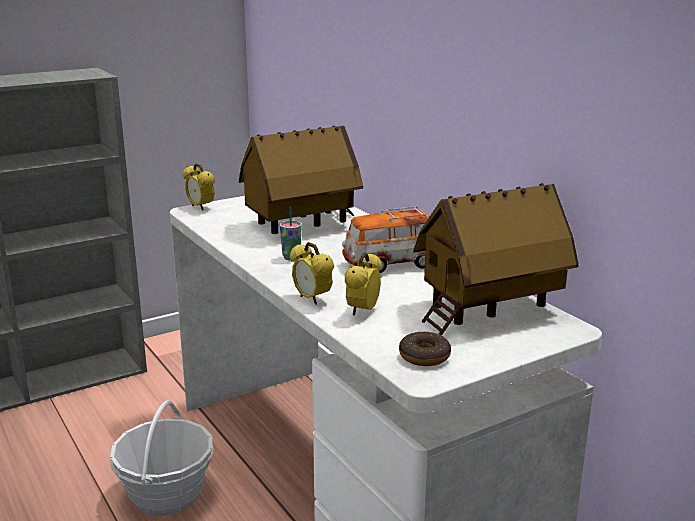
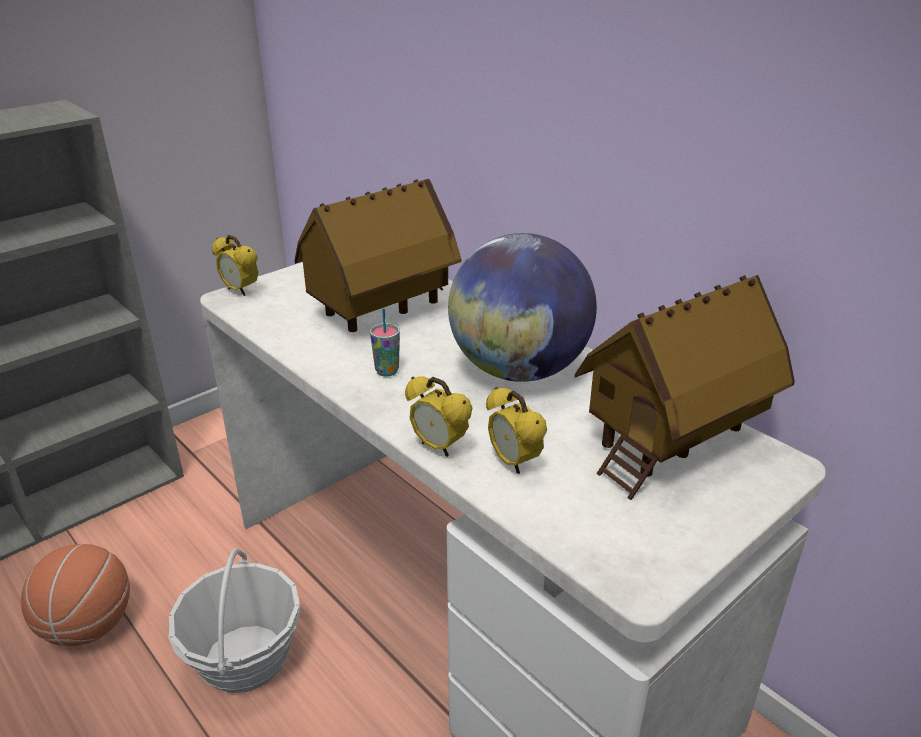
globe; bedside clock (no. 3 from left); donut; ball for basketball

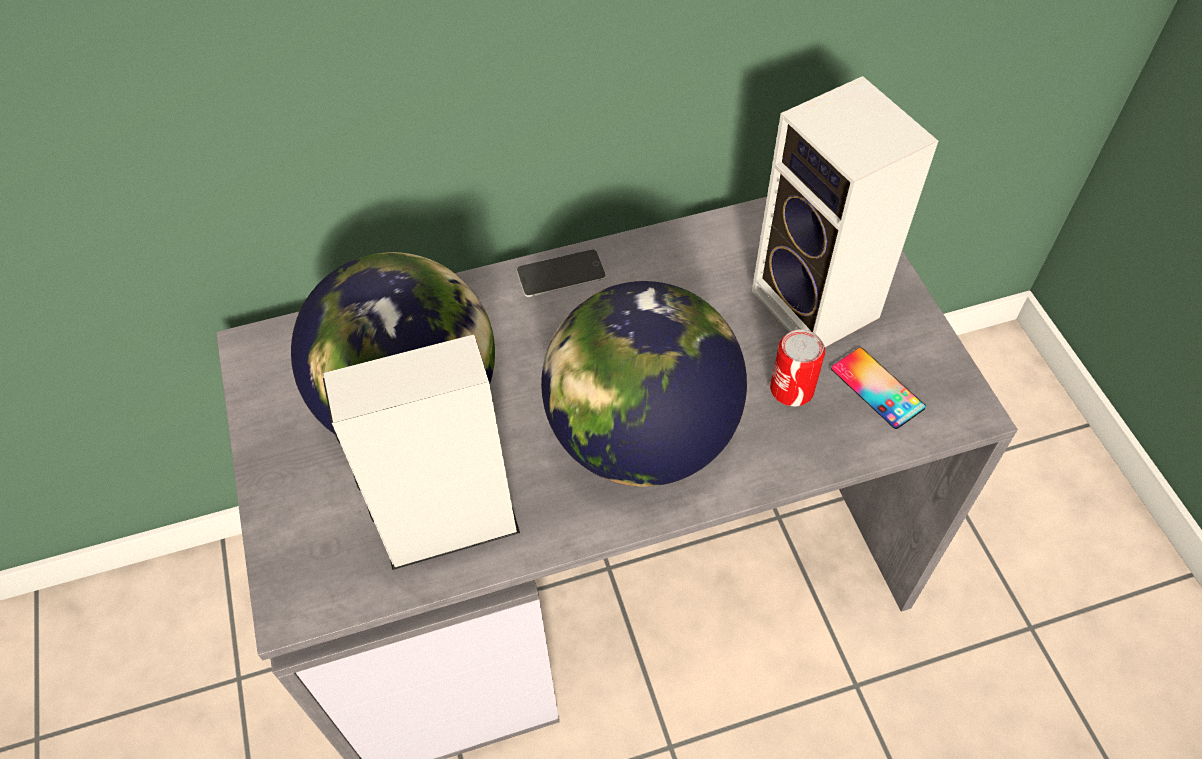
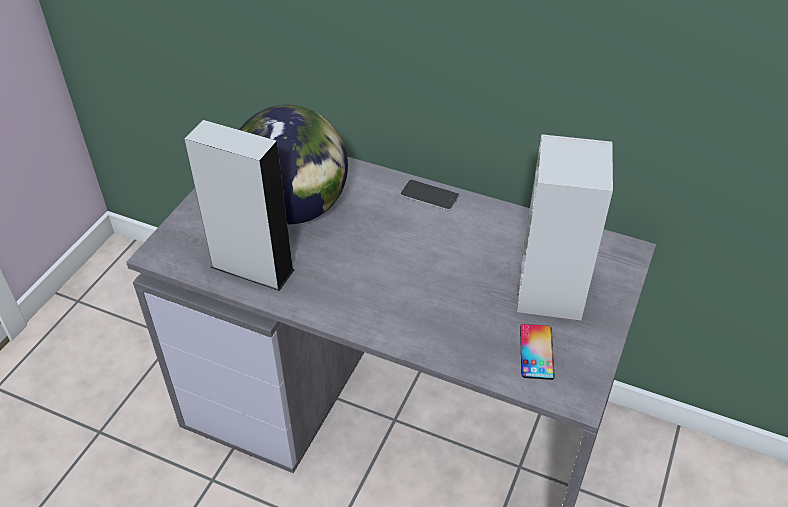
globe (no. 2 from left in the first image); can

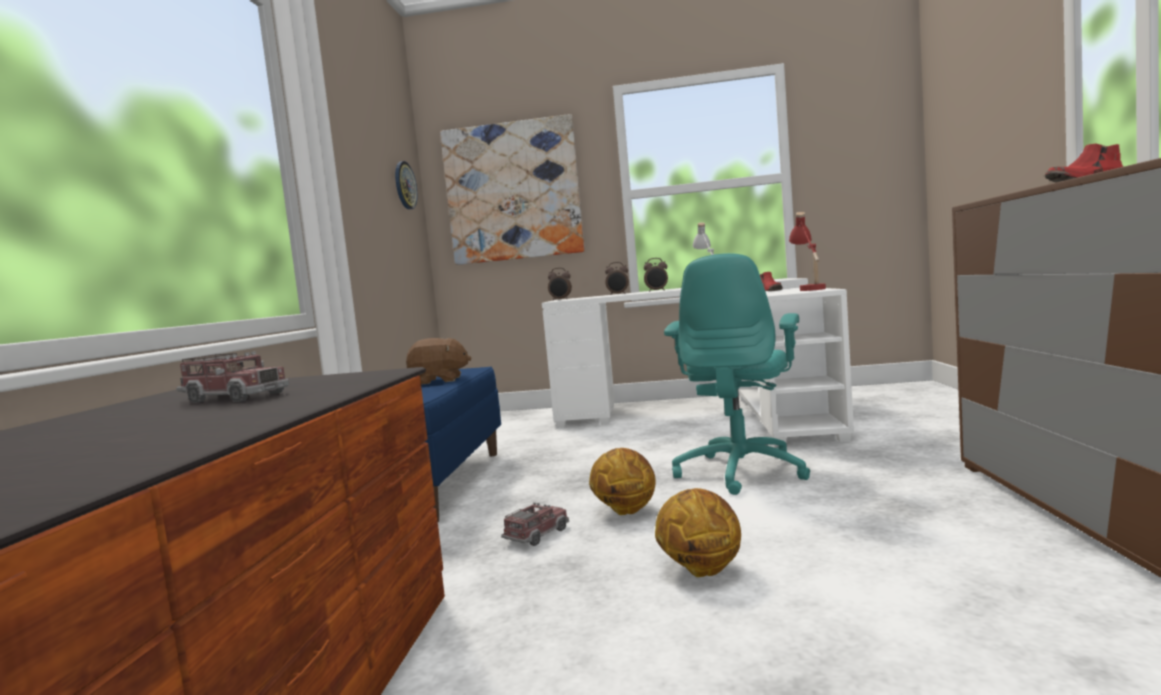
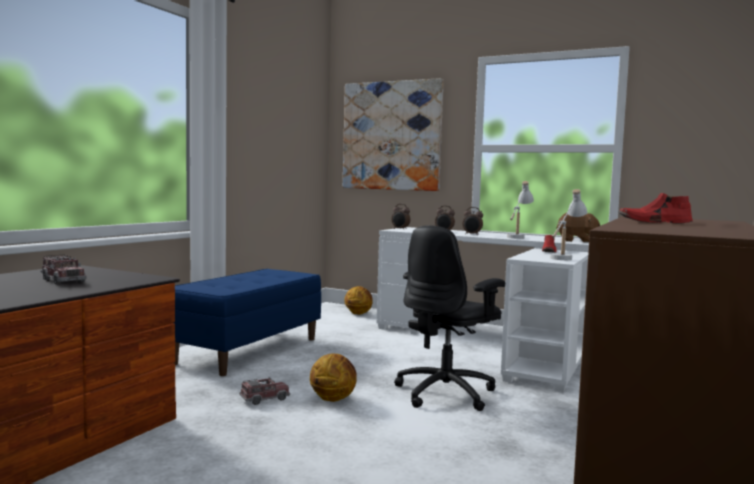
wall clock; table lamp (white-coloured) (no. 2 from left); computer chair (black-coloured); plush toy (brownish); ball for basketball (no. 2 from left)

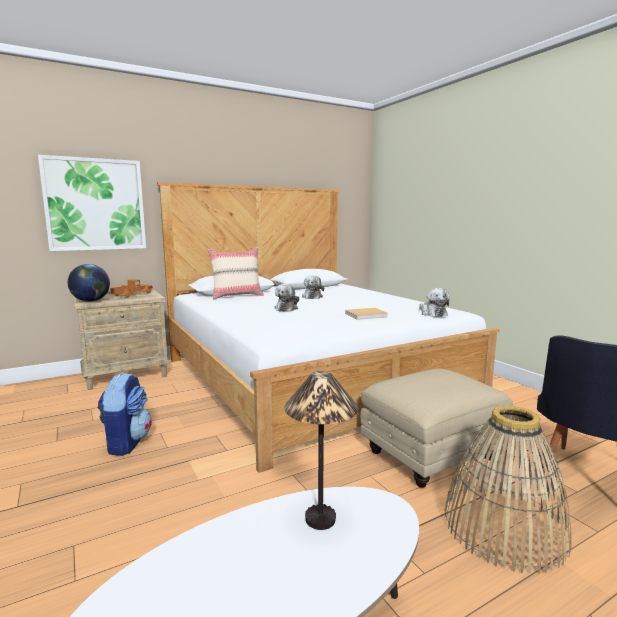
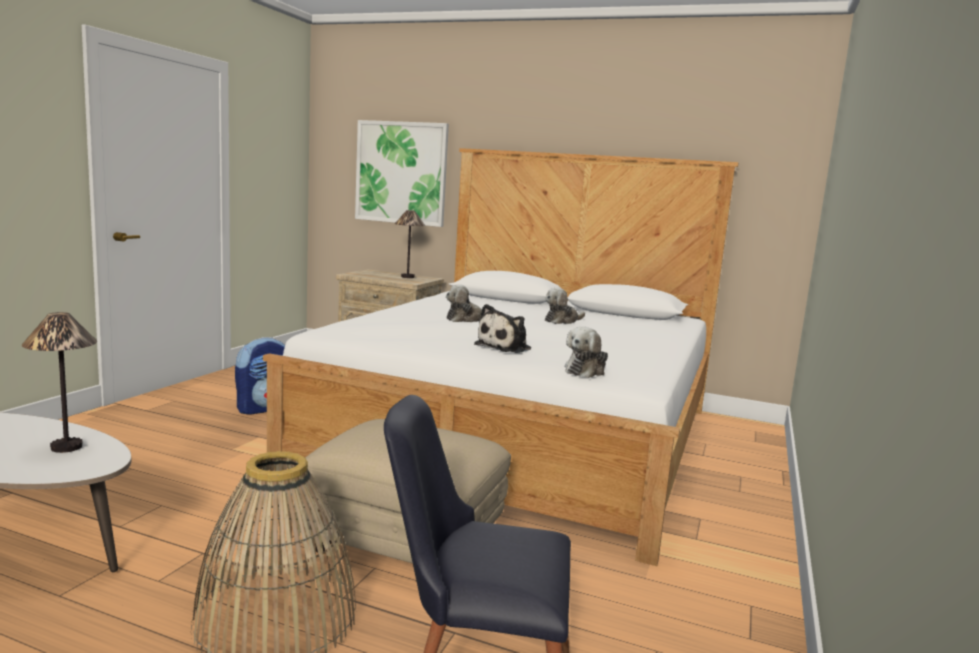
cushion (beige); globe; table lamp (no. 2 from left); plush toy (no. 2 from left)

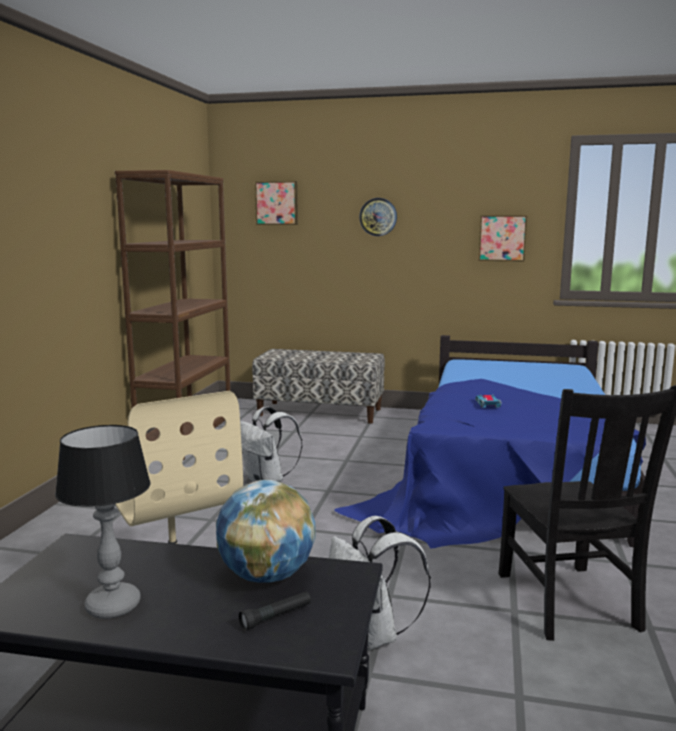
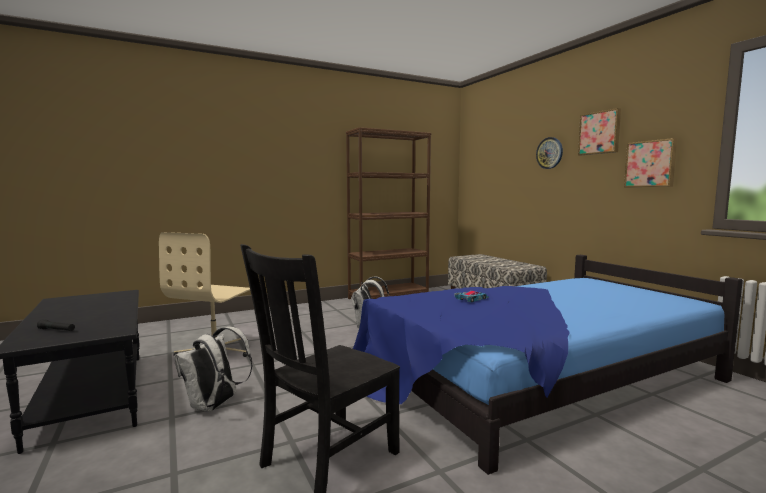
wall art (no. 1 from left); table lamp; globe

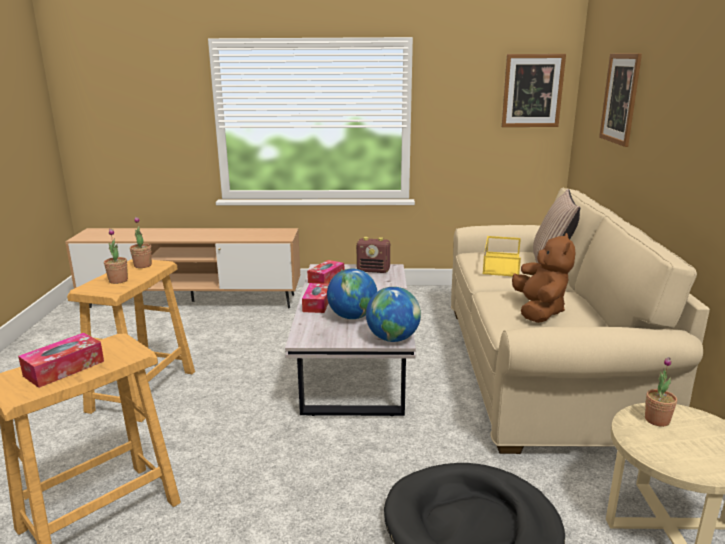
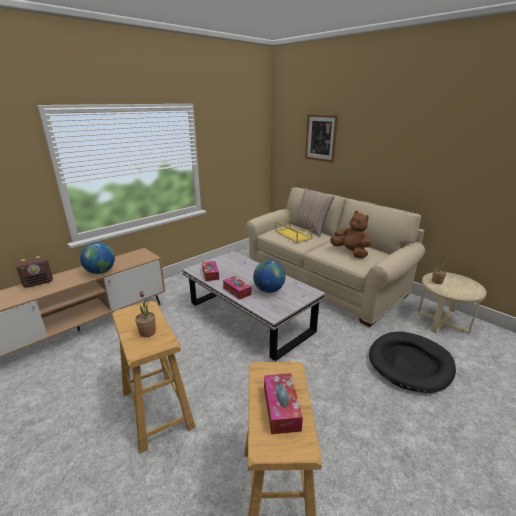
wall art (no. 1 from left in the first image); houseplant (no. 2 from left in the first image); radio; globe (no. 1 from left)

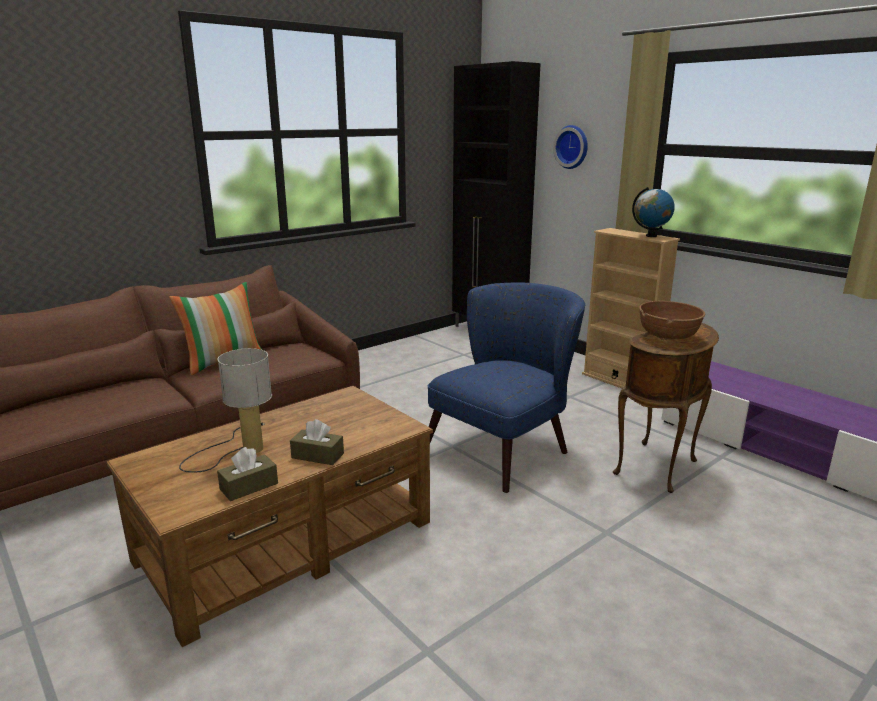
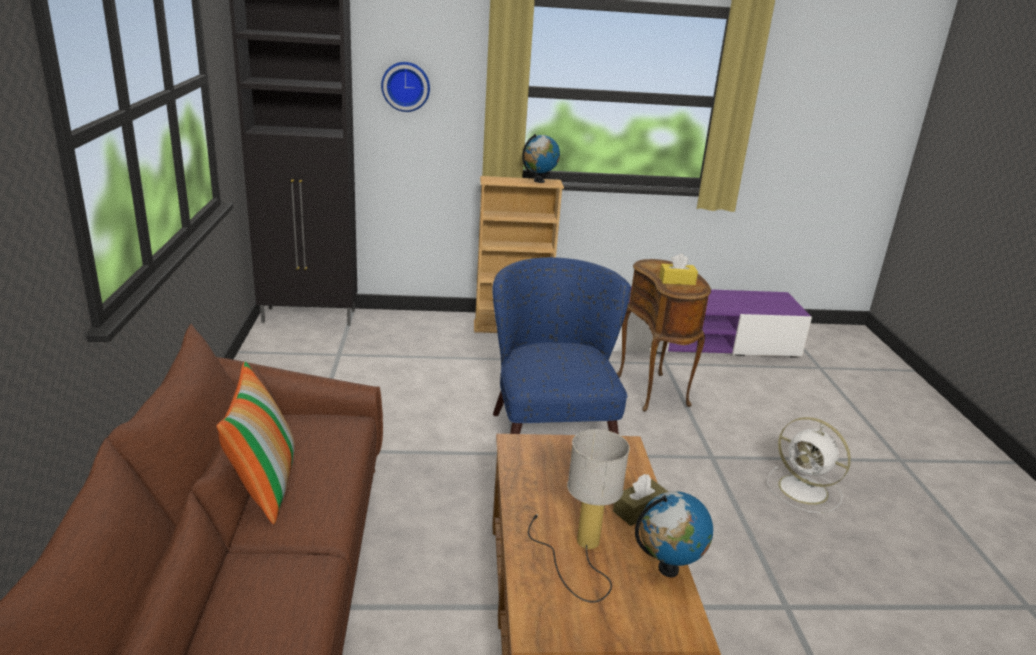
tissue holder (yellowish); globe (no. 2 from left); fan (white-coloured)

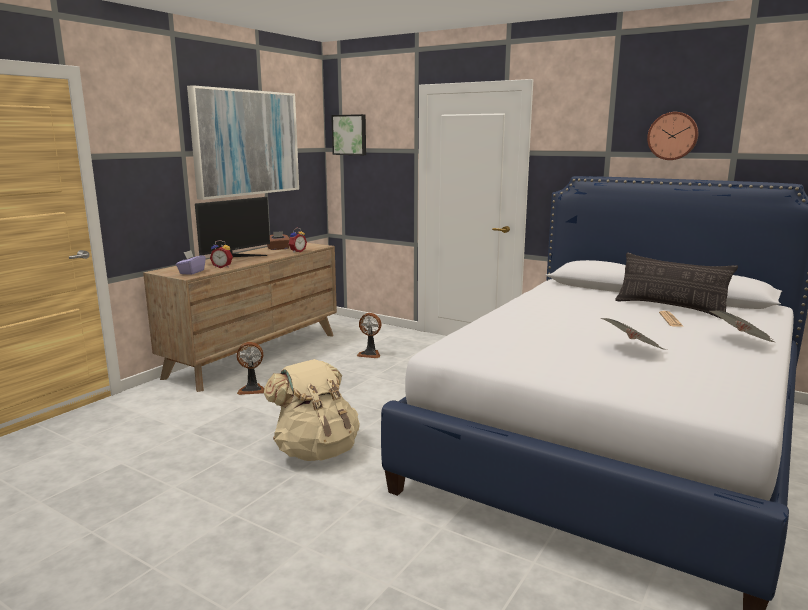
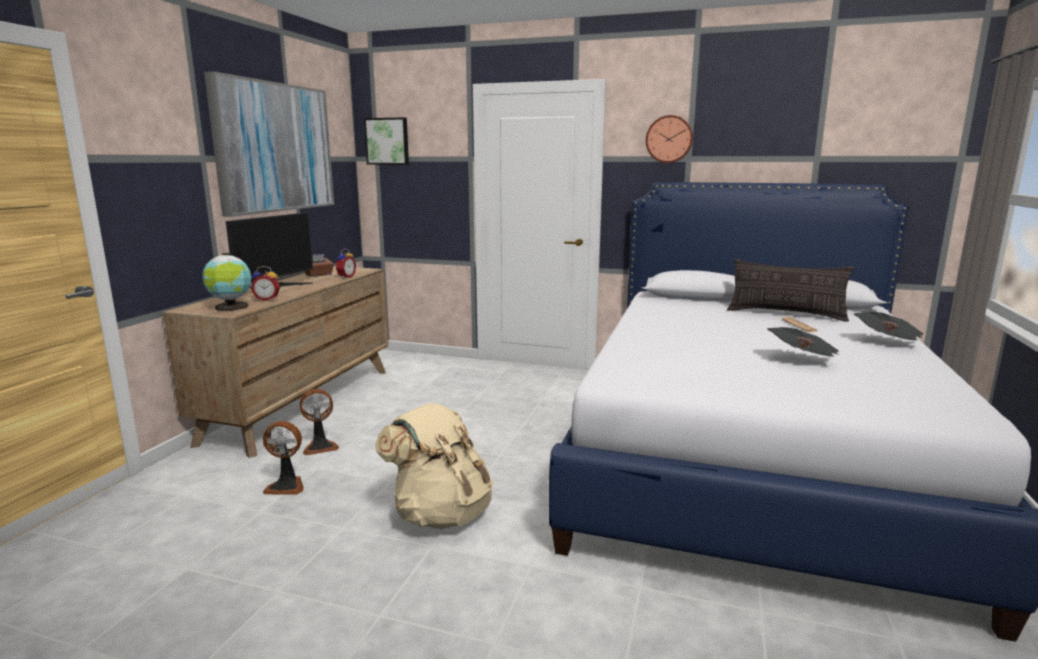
wall clock; globe; fan (no. 1 from left)

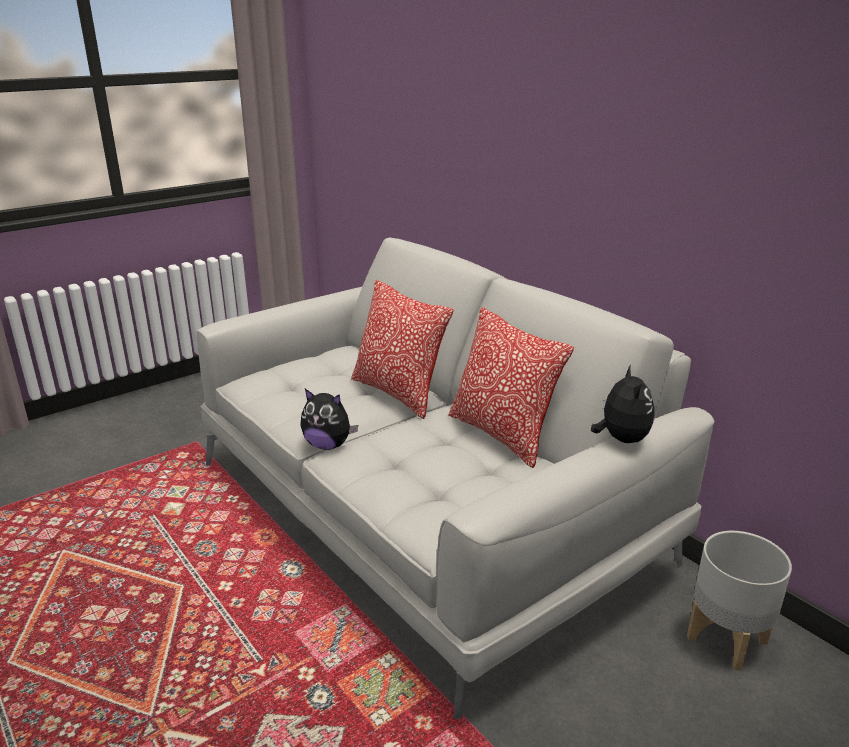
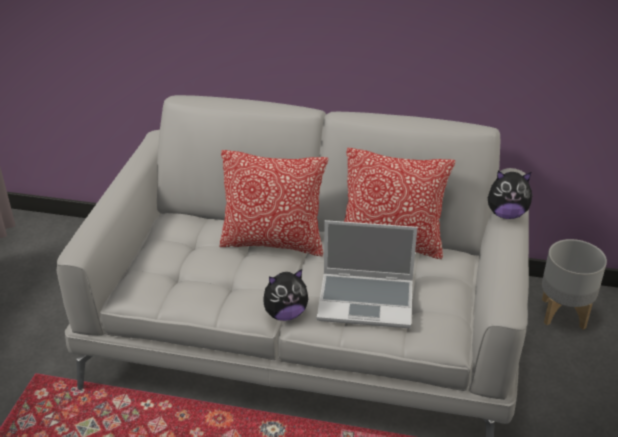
plush toy (no. 2 from left); portable computer

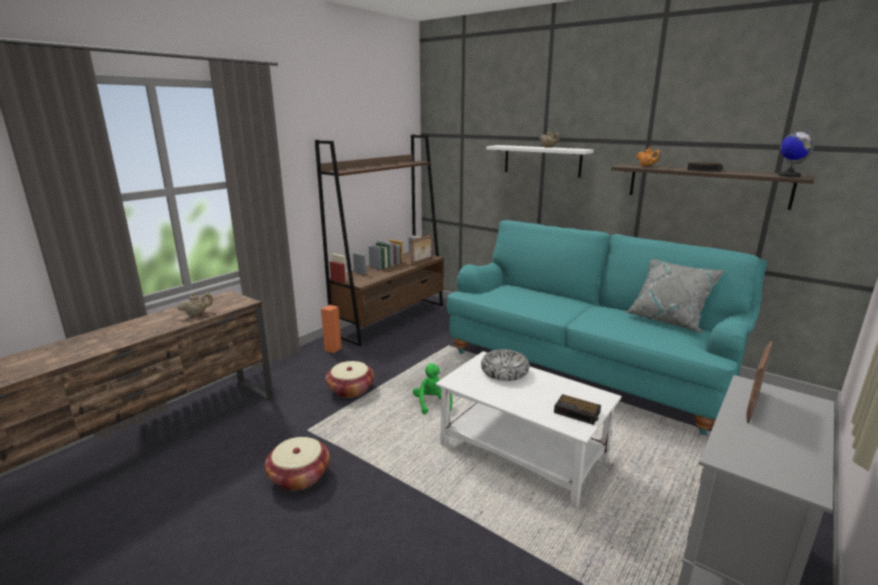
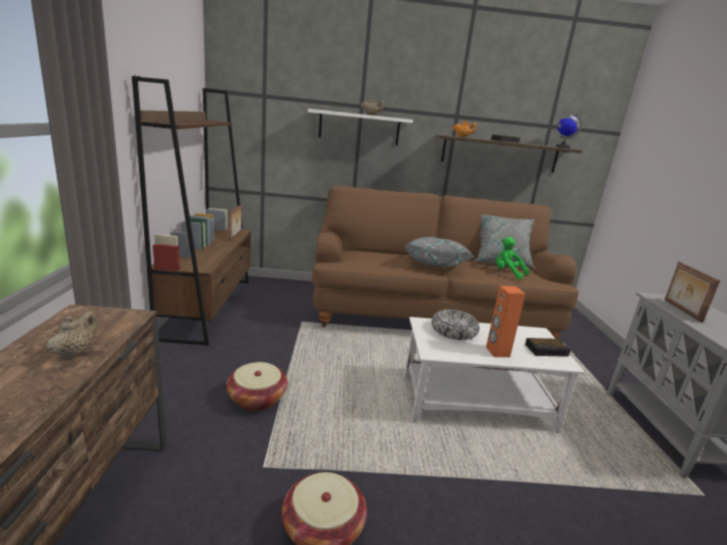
couch (brownish); audio speaker (orange-coloured); plush toy (greenish); cushion (gray) (no. 1 from left)

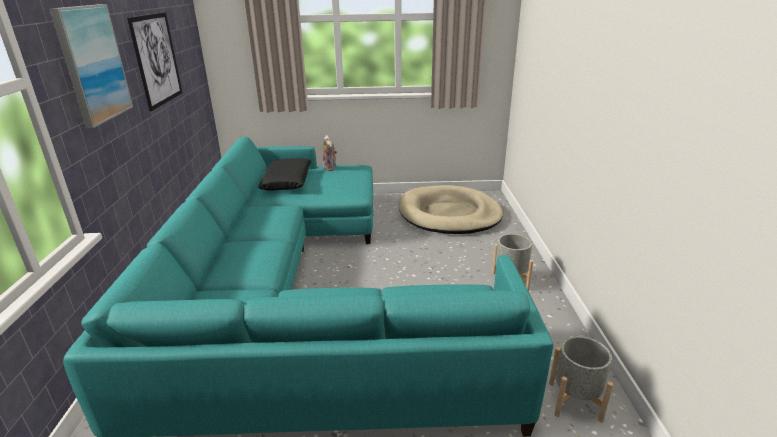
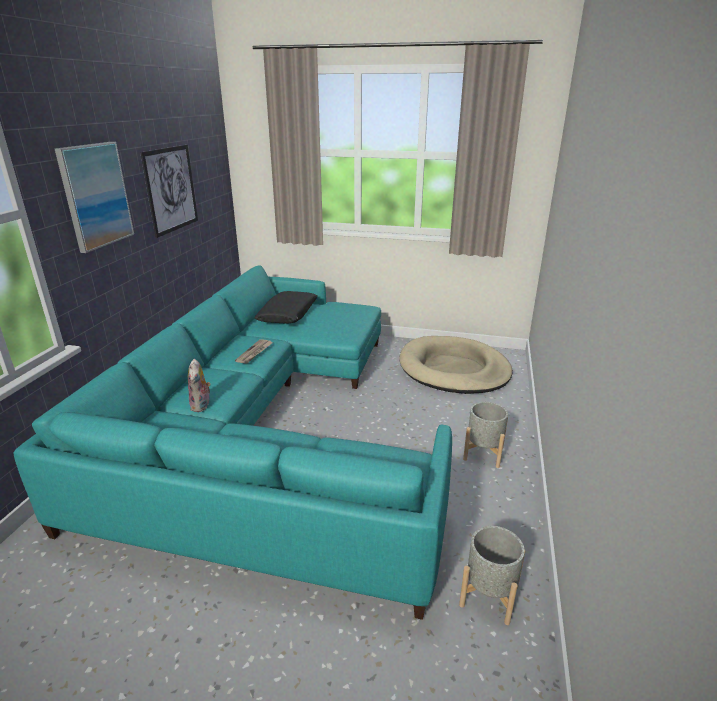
plush toy; printed paper

